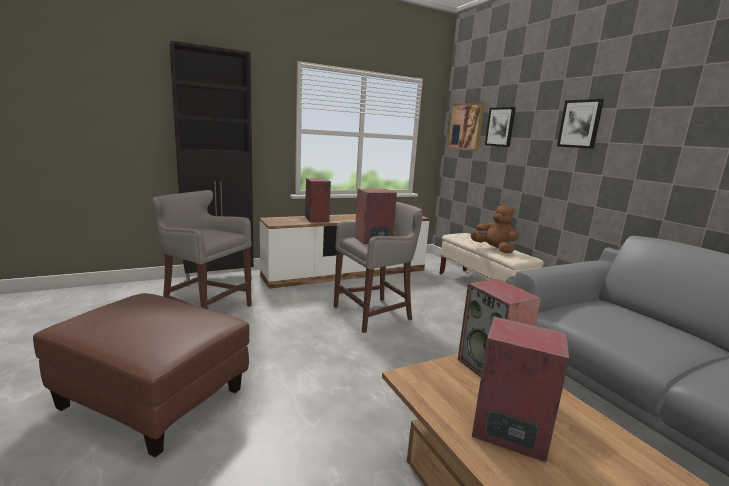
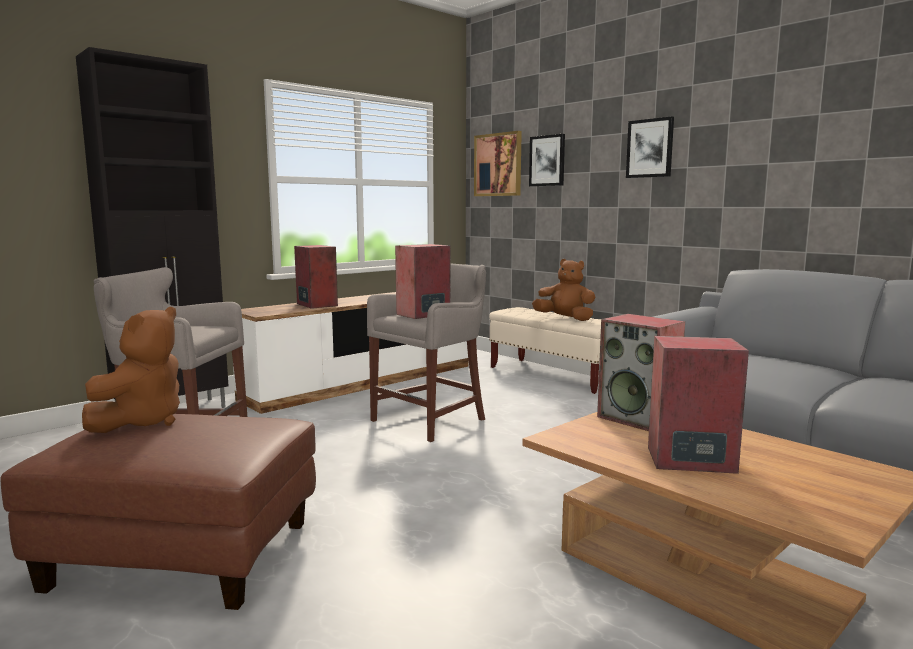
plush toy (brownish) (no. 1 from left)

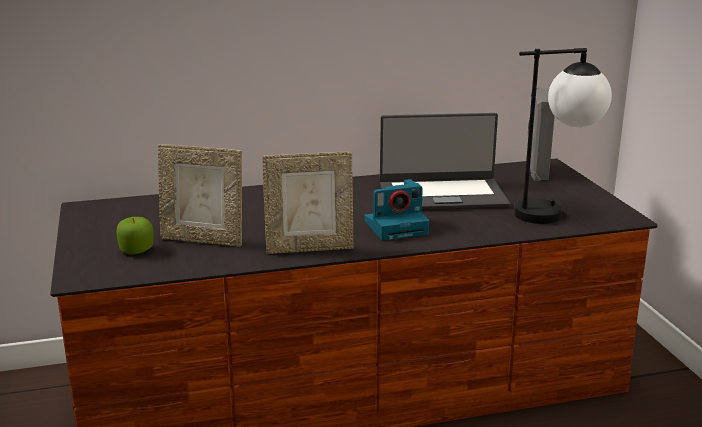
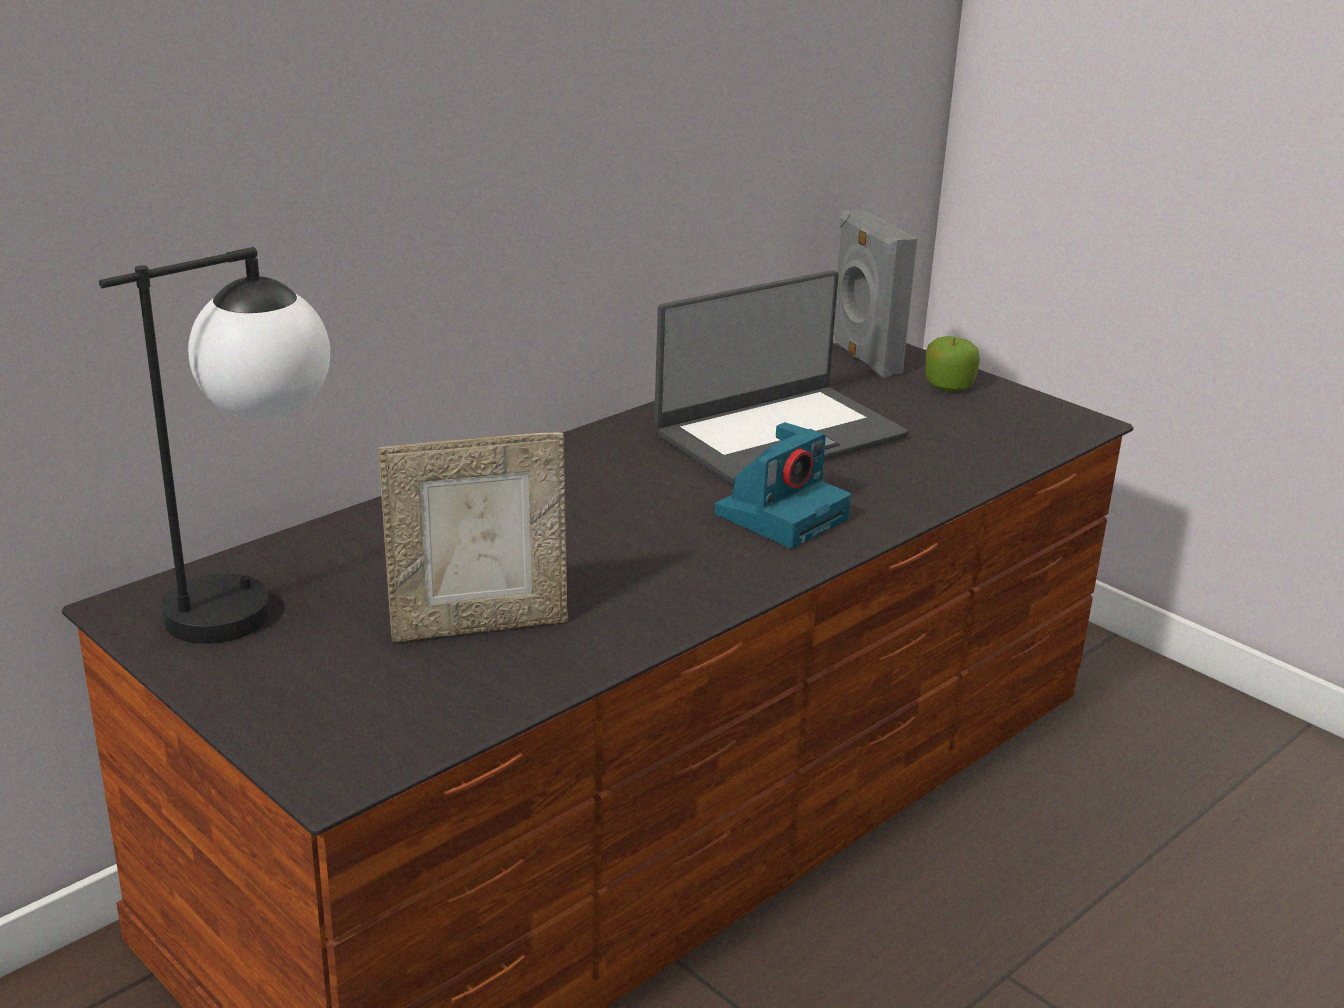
table lamp; photo frame (no. 2 from left in the first image); apple fruit

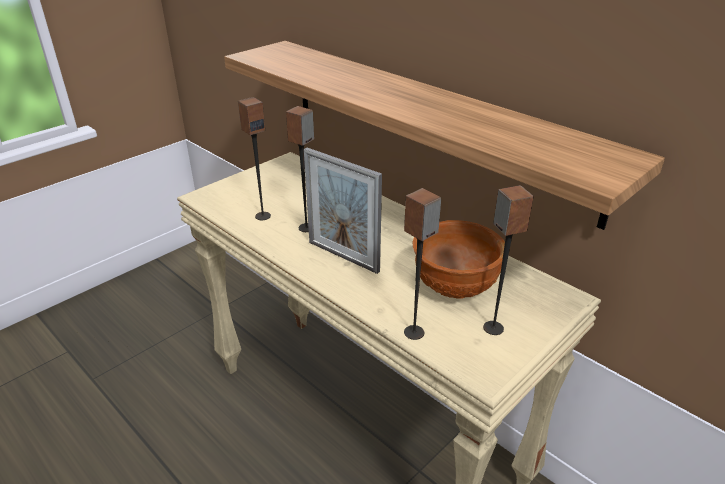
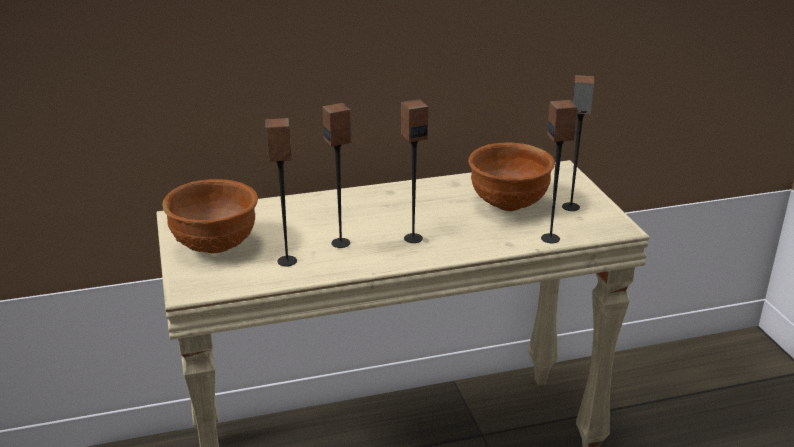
bracket shelf; audio speaker (no. 3 from left); serving bowl (brownish) (no. 1 from left)

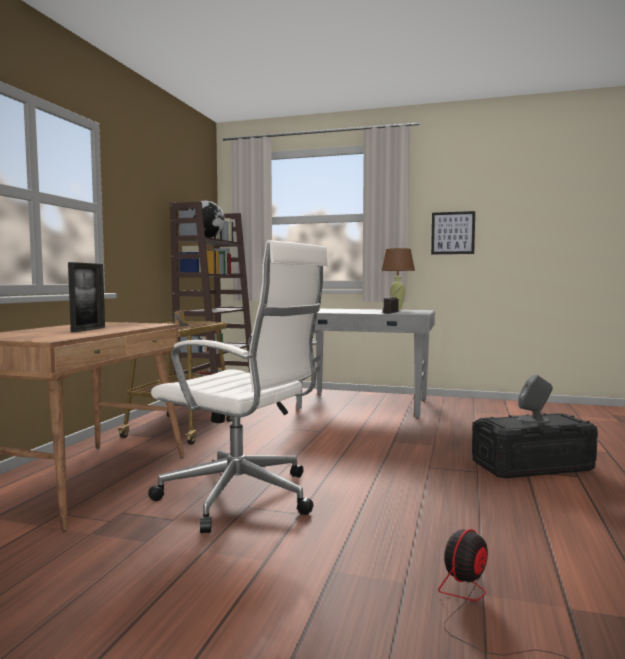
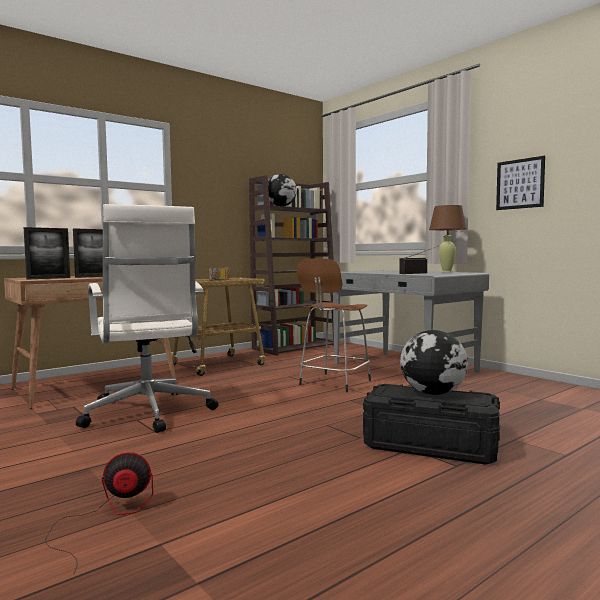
globe (no. 2 from left); photo frame (no. 1 from left); sitting stool (brownish)

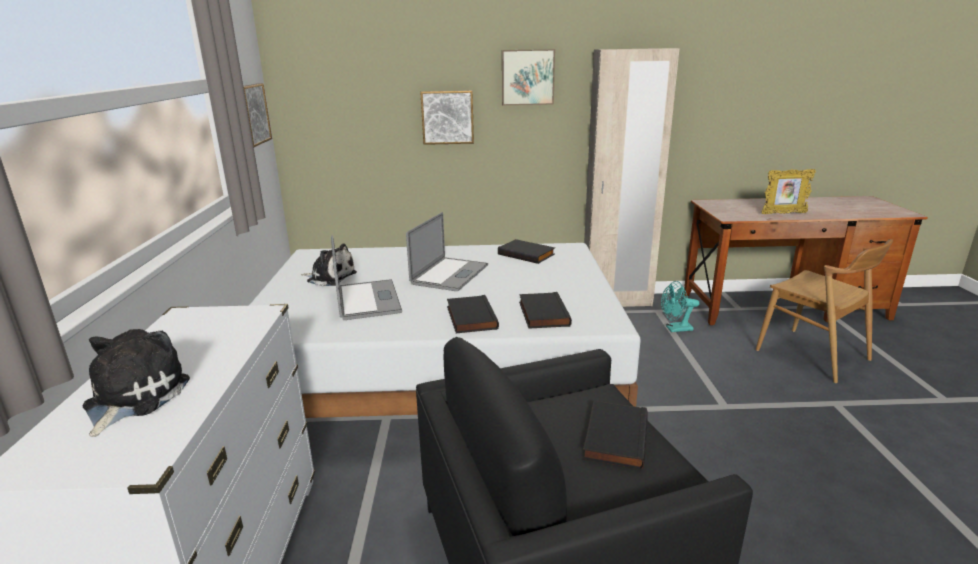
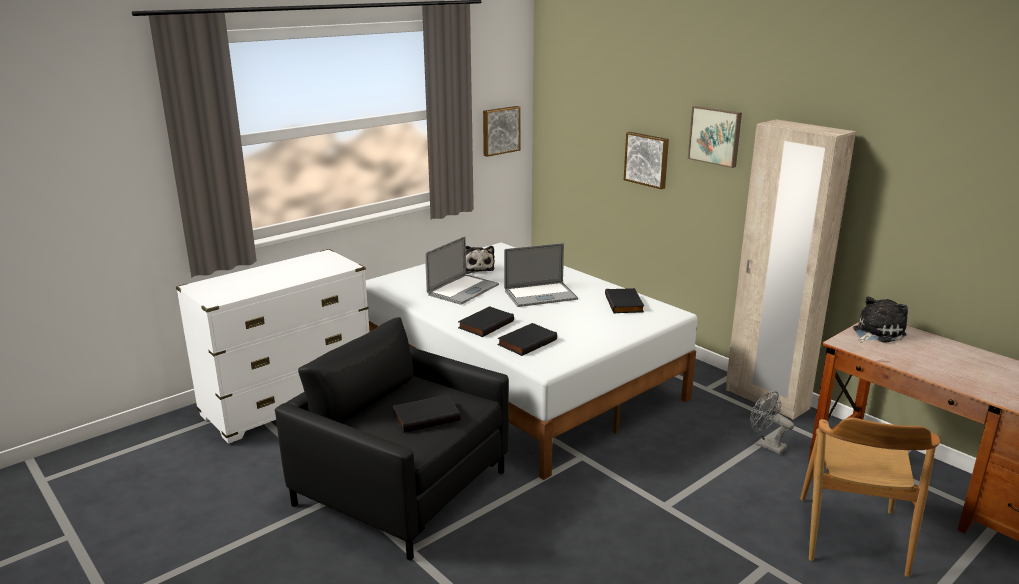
photo frame; fan (gray); plush toy (no. 2 from left)

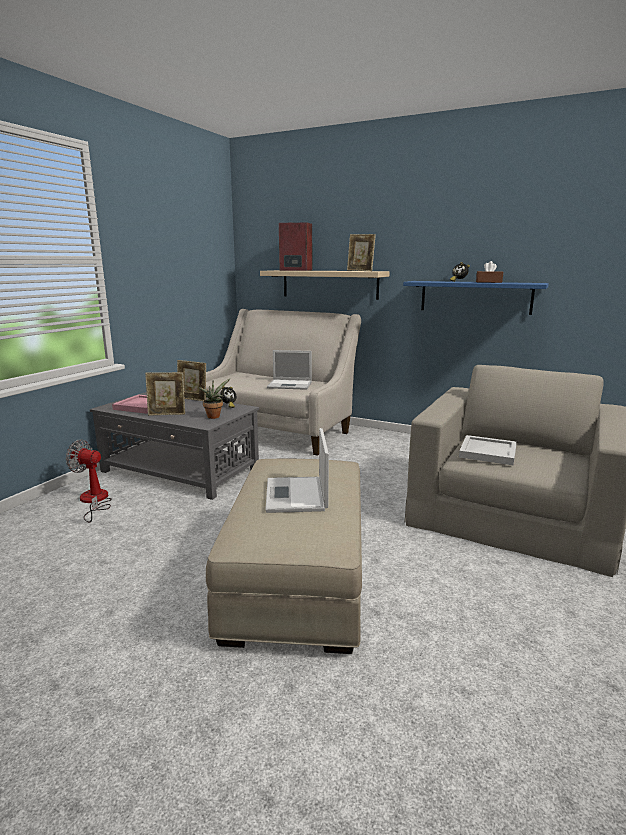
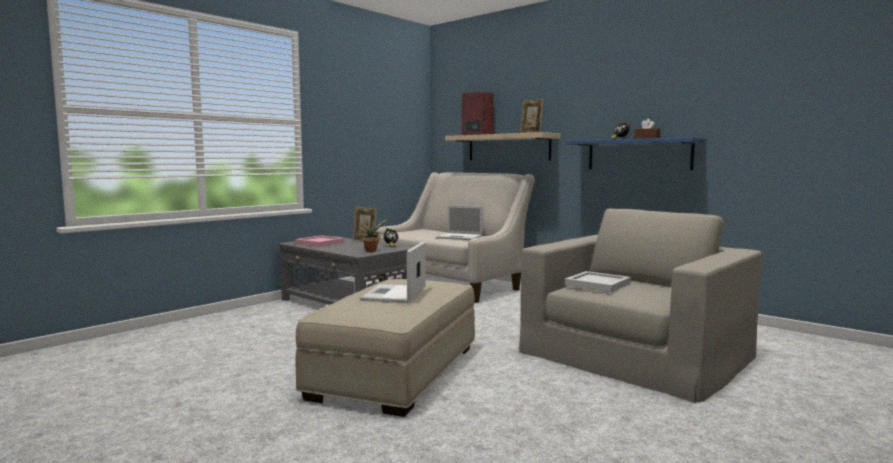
photo frame (no. 1 from left in the first image); fan

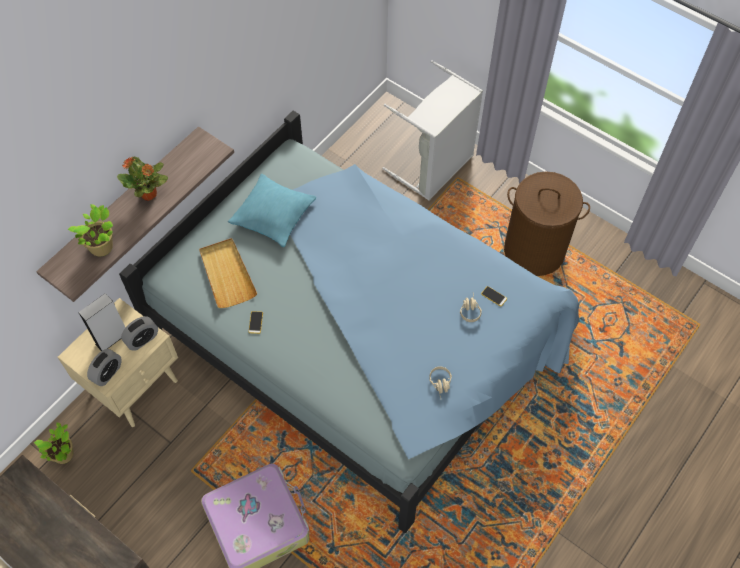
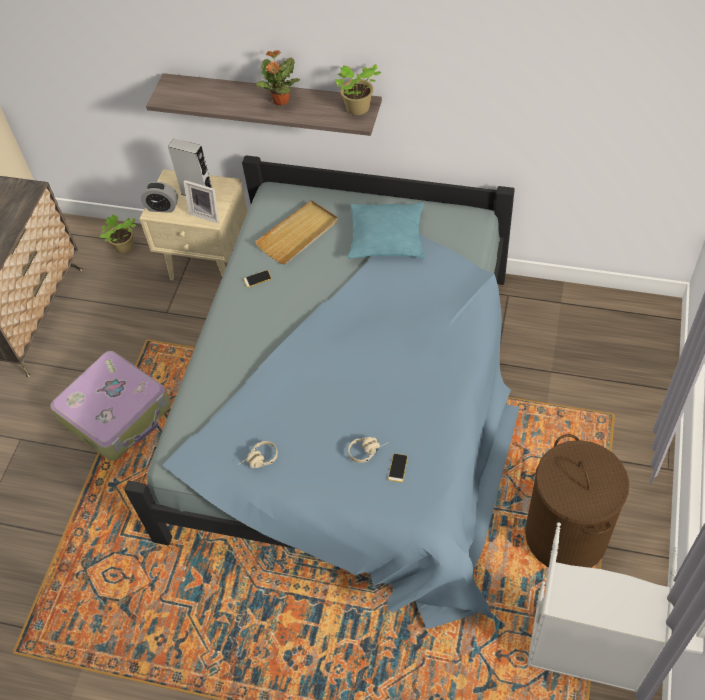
hamper (gray); houseplant (no. 3 from left); photo frame

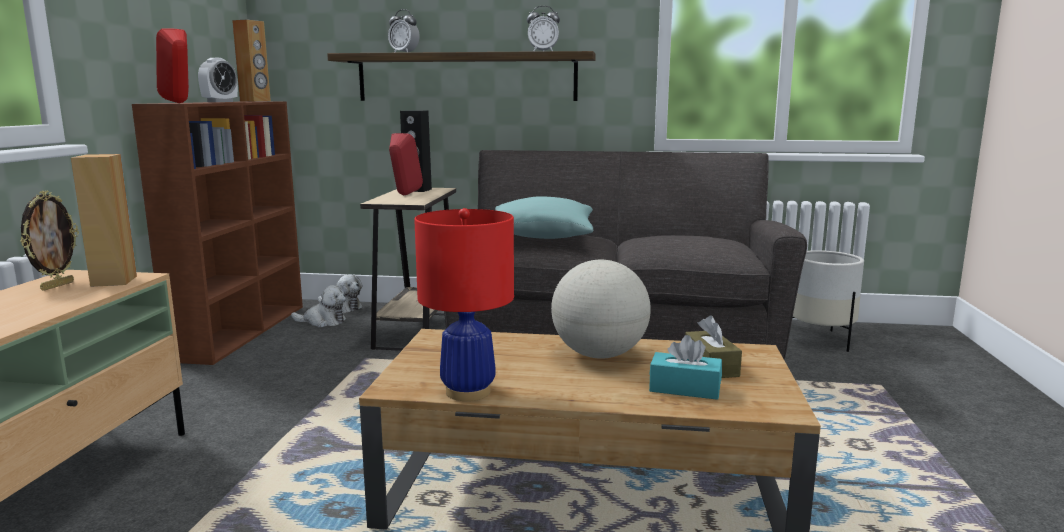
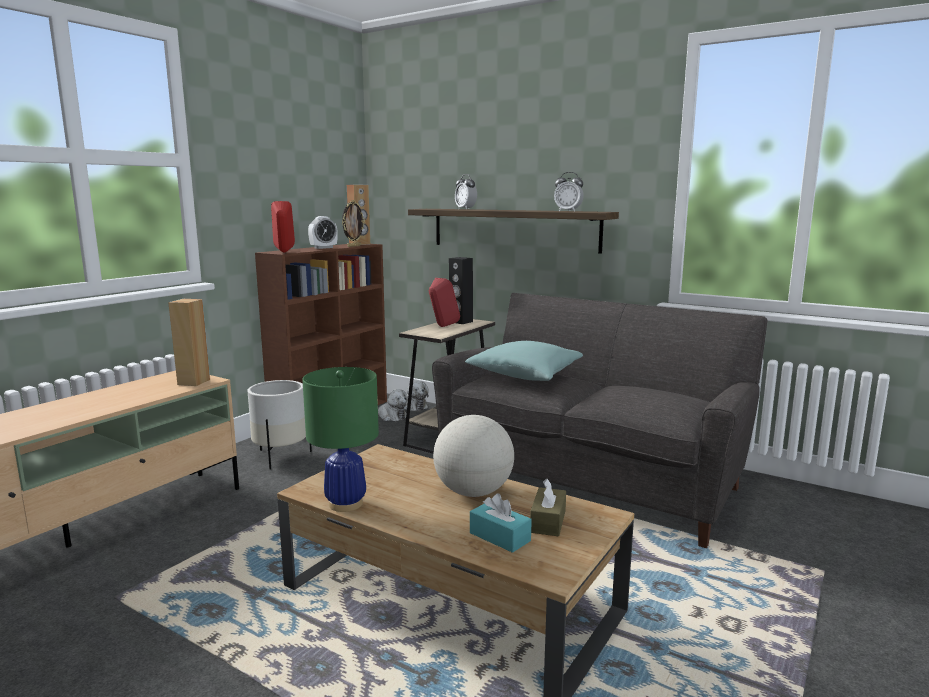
photo frame; table lamp (greenish); flower pot (white-coloured)

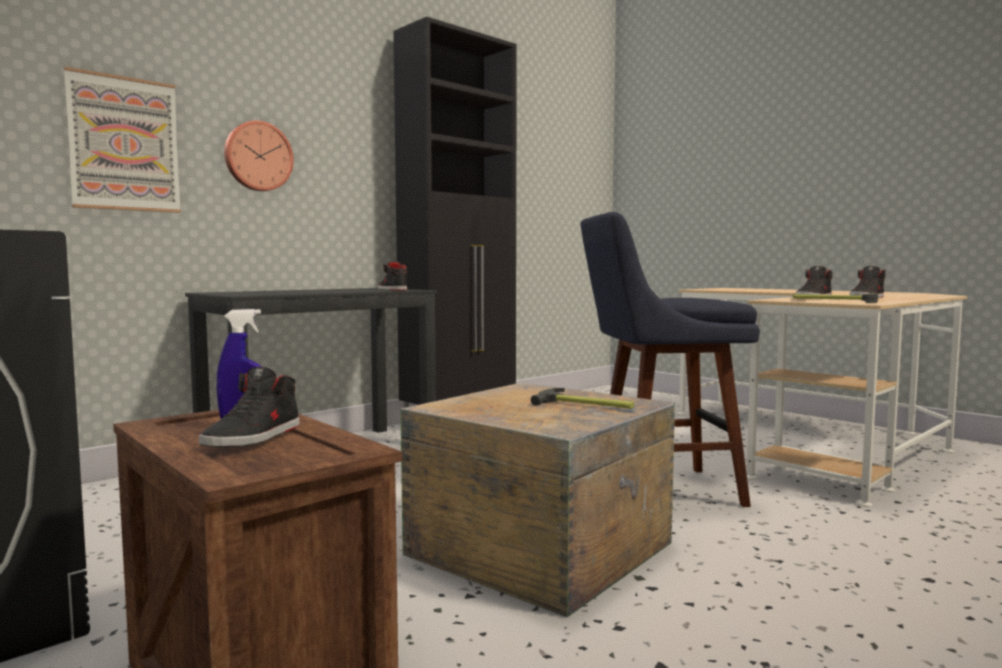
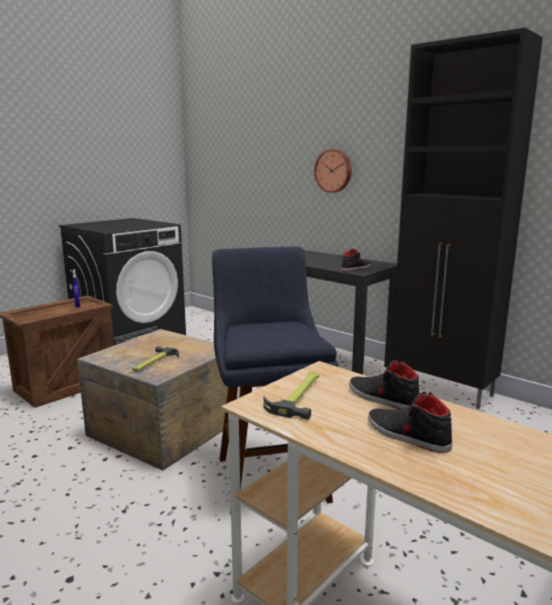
wall art; shoe (black-coloured) (no. 1 from left in the first image)

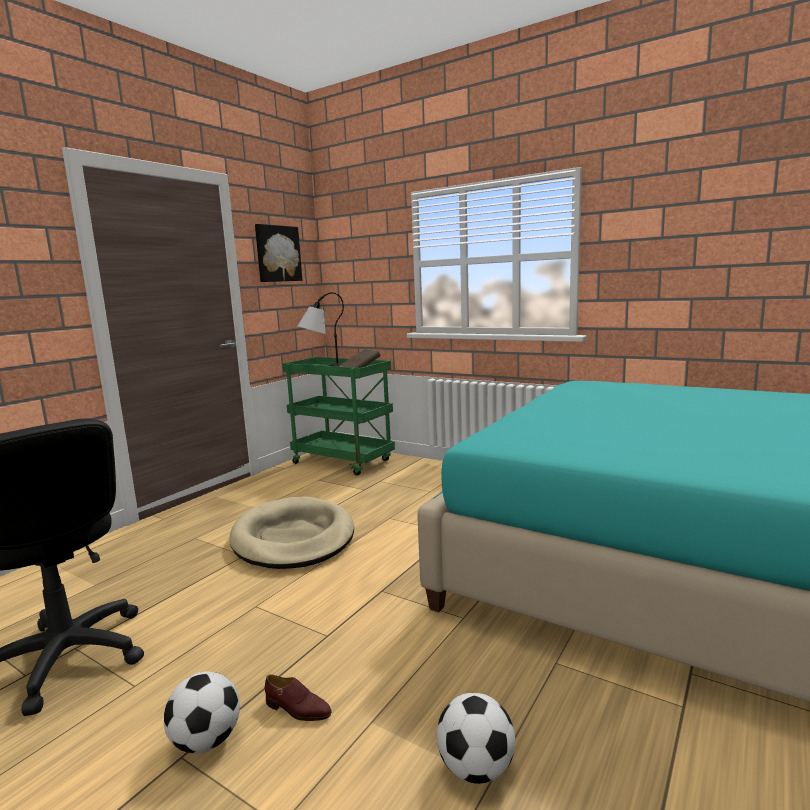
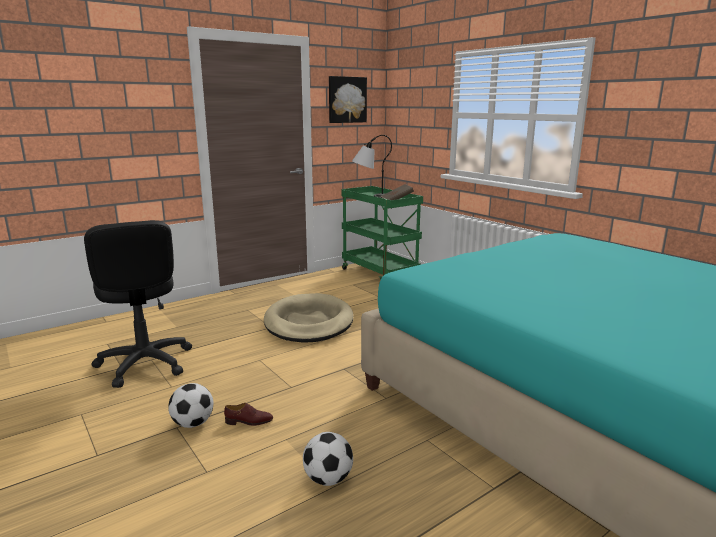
shoe (brownish)

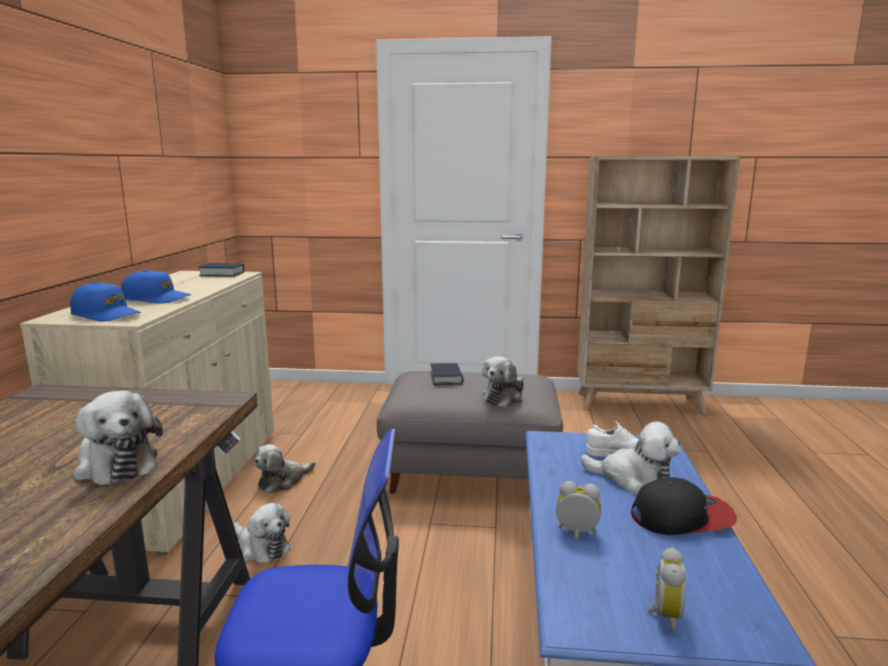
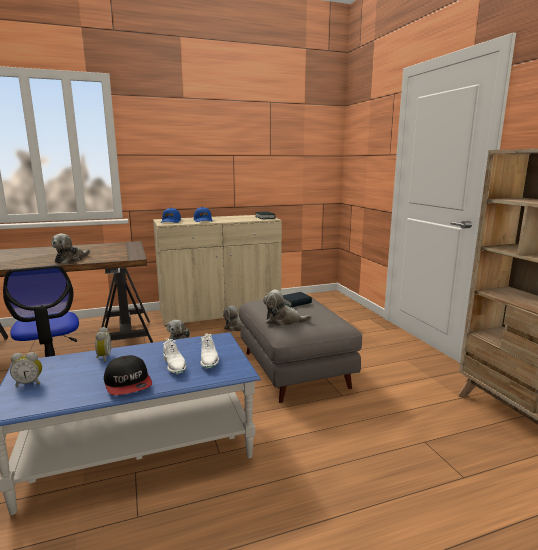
shoe (white-coloured) (no. 1 from left)

